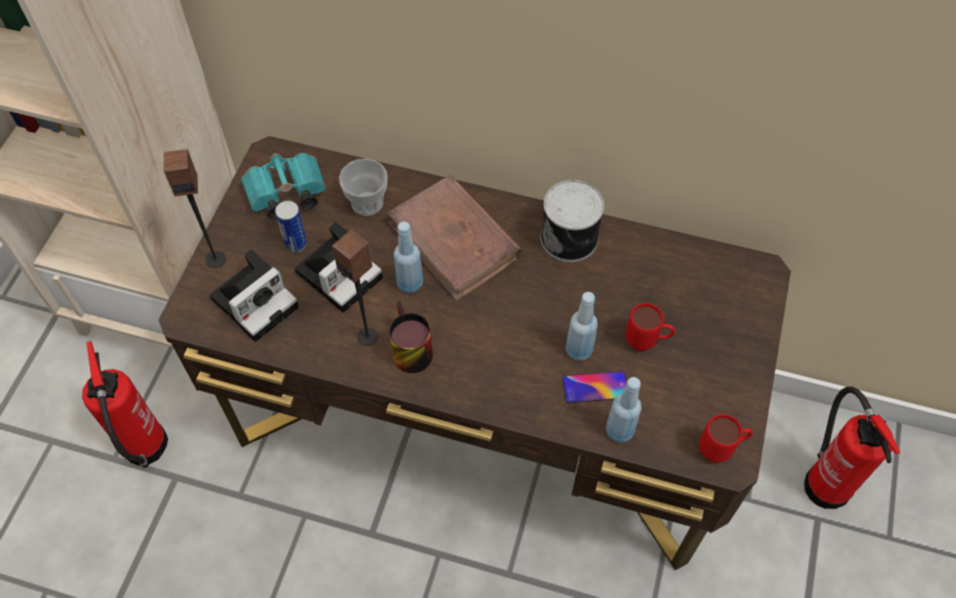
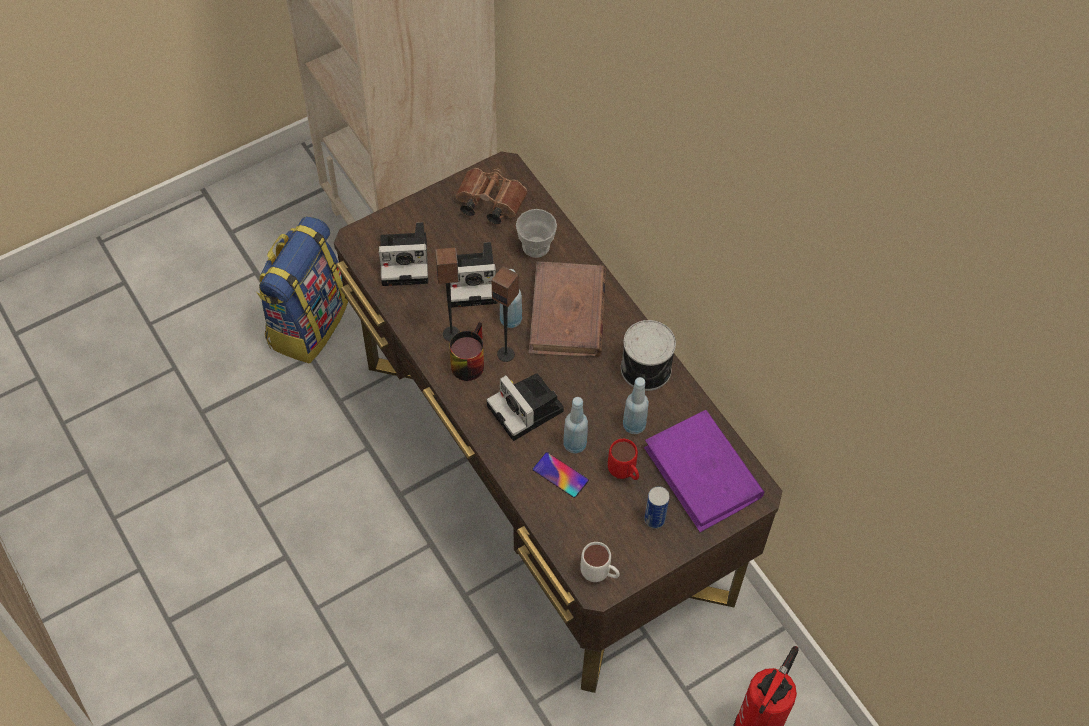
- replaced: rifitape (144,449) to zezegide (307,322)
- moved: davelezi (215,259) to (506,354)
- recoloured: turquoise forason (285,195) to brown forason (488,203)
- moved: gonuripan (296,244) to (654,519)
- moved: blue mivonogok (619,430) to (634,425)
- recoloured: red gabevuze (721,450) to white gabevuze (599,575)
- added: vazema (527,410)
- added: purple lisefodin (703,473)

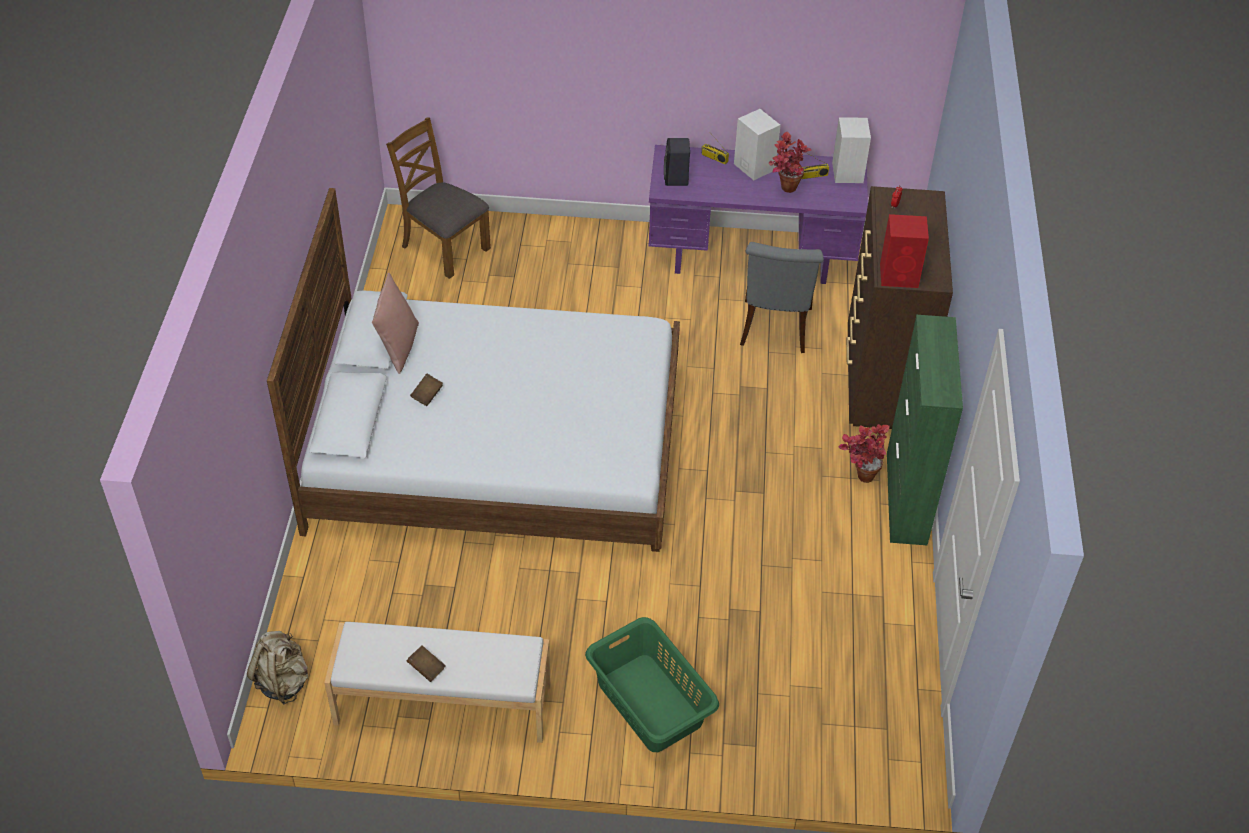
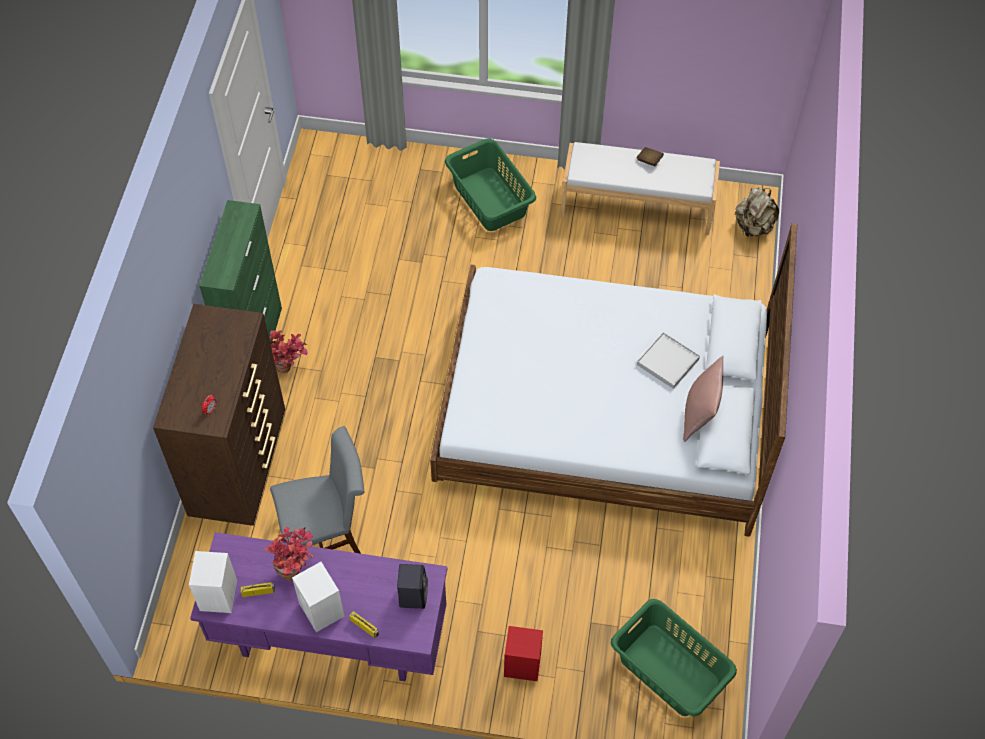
- replaced: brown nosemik (444,247) to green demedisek (669,671)
- replaced: brown lisefodin (427,395) to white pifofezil (668,362)
- turned: grey nosemik (775,330) = (326,534) 60 degrees clockwise
- moved: red davelezi (900,275) to (521,664)

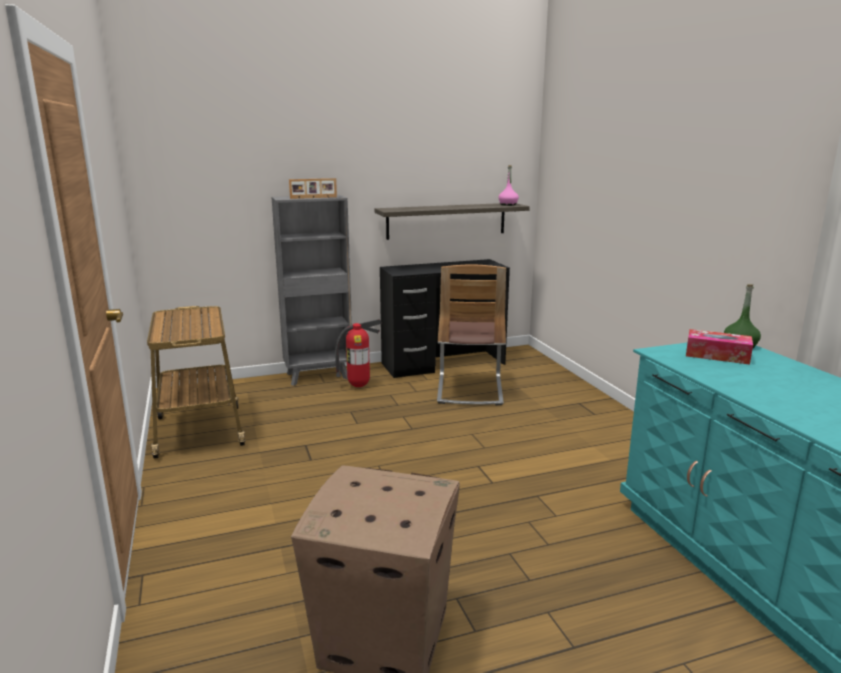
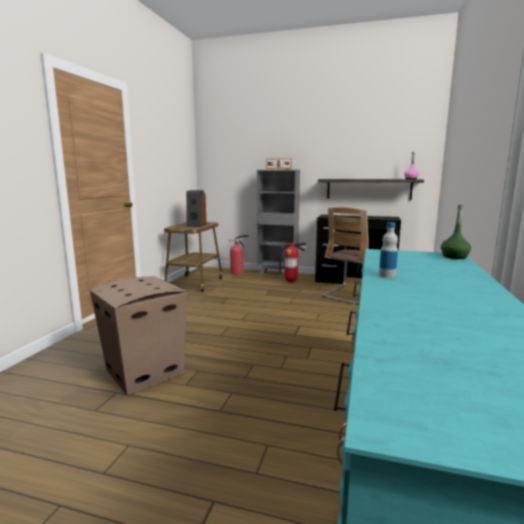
- removed: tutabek (717,355)
- added: davelezi (196,225)
- added: rifitape (238,273)
- added: mivonogok (387,275)

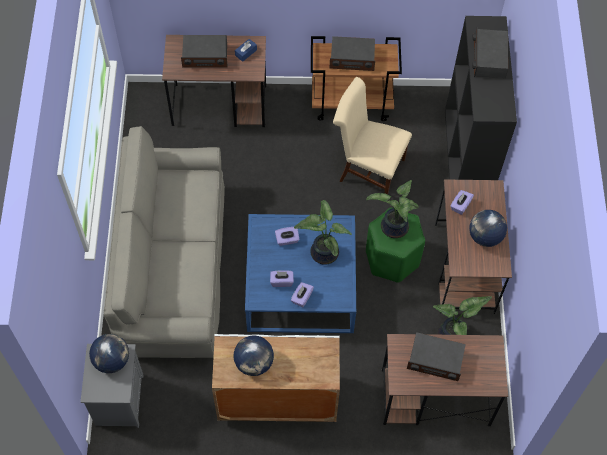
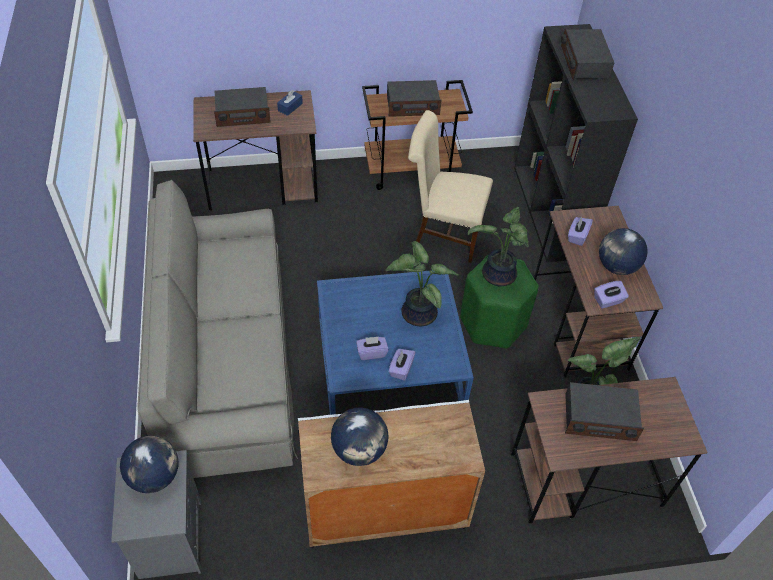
- moved: purple tutabek (287,240) to (608,301)

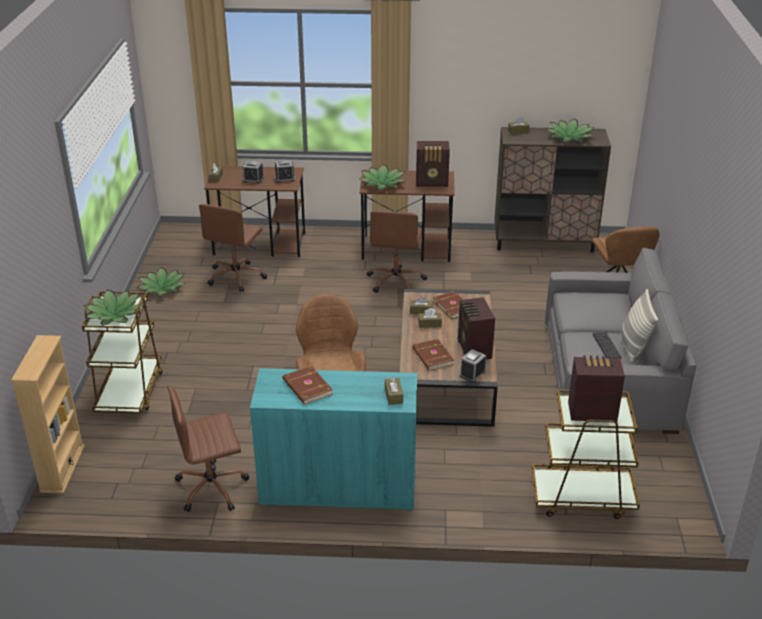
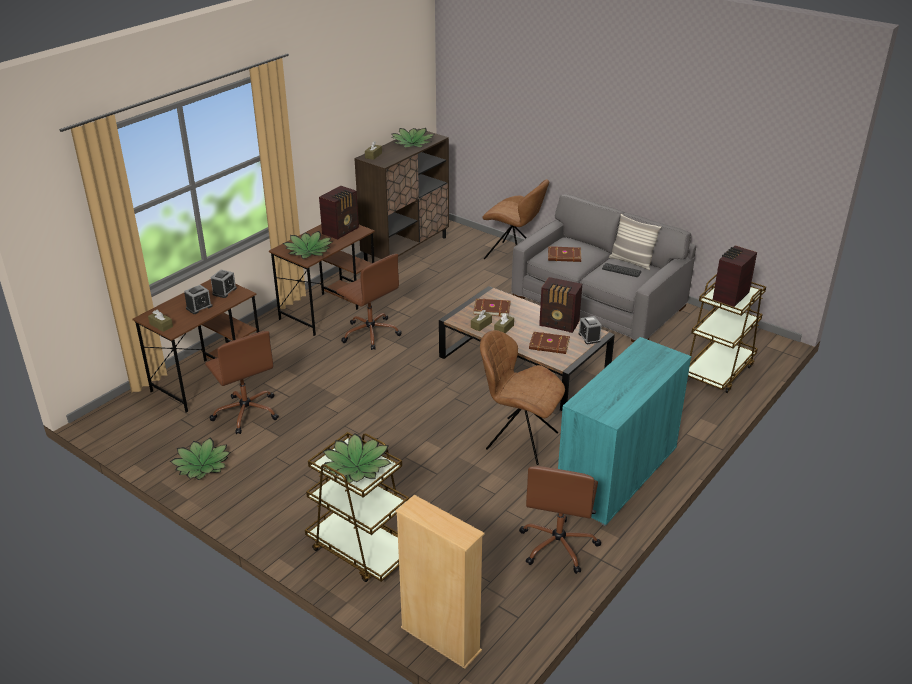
- moved: brown lisefodin (306,388) to (564,256)
- removed: brown tutabek (393,396)

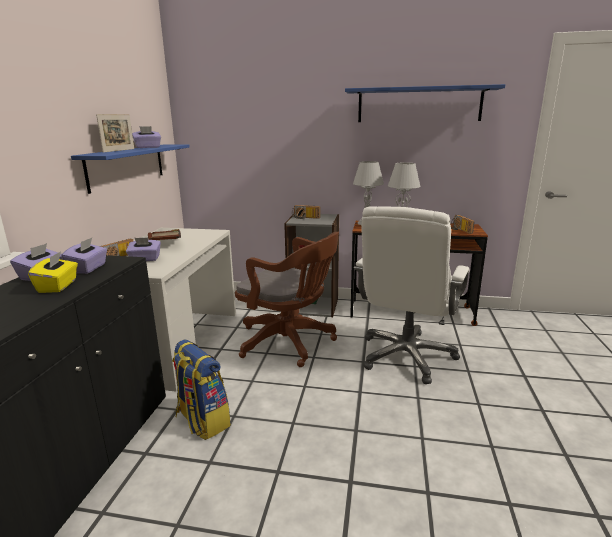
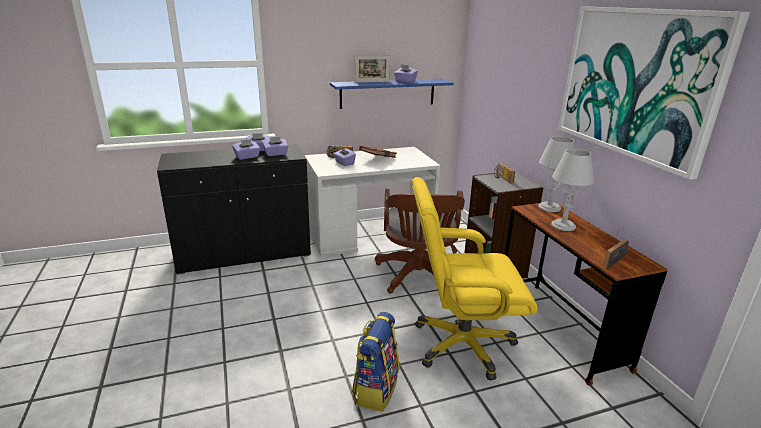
- recoloured: yellow tutabek (58,286) to purple tutabek (247,157)
- moved: zezegide (202,420) to (375,388)
- replaced: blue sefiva (419,105) to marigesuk (636,83)
- recoloured: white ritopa (406,356) to yellow ritopa (461,344)

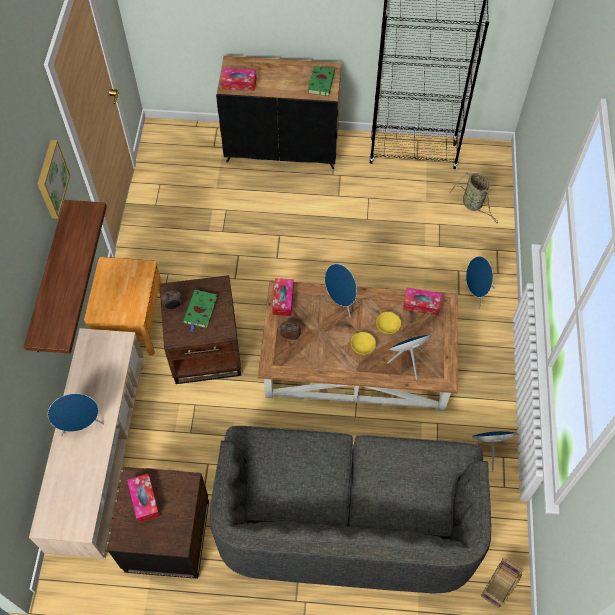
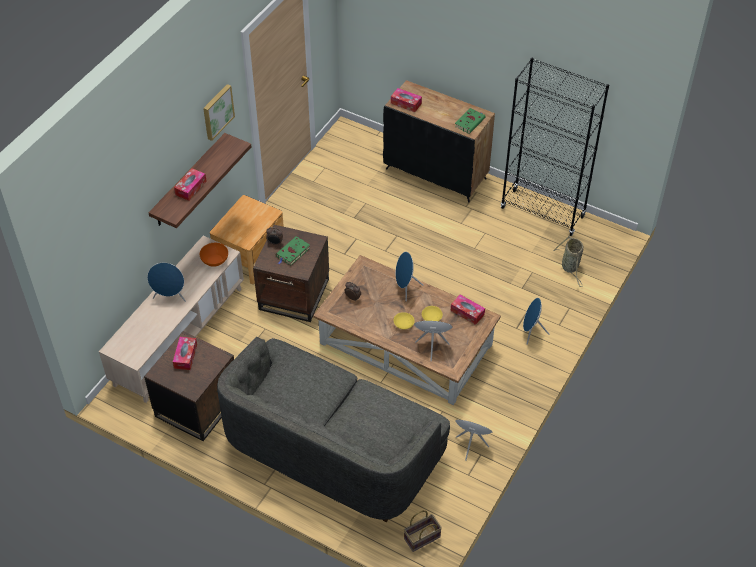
- moved: tutabek (283,300) to (191,188)
- added: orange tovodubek (214,260)

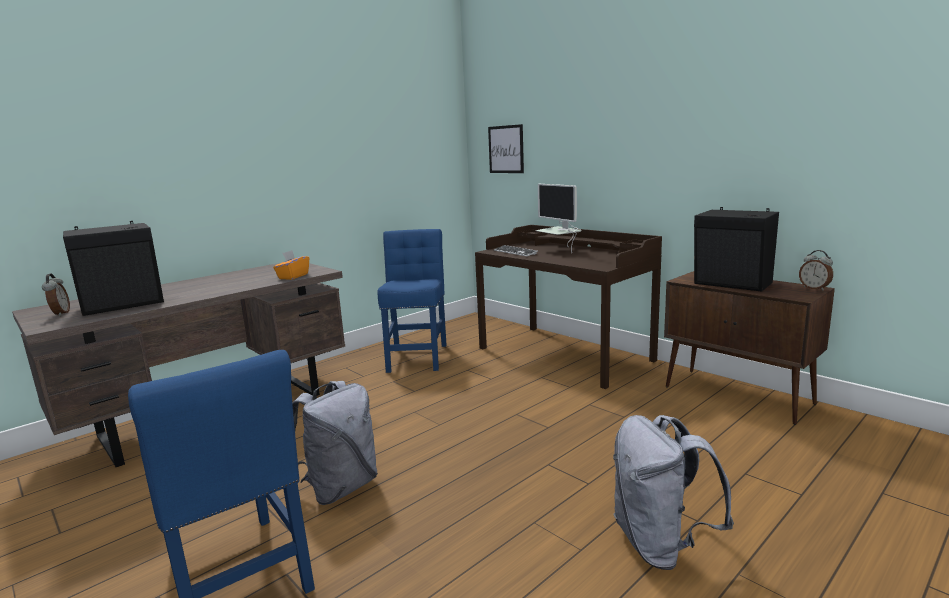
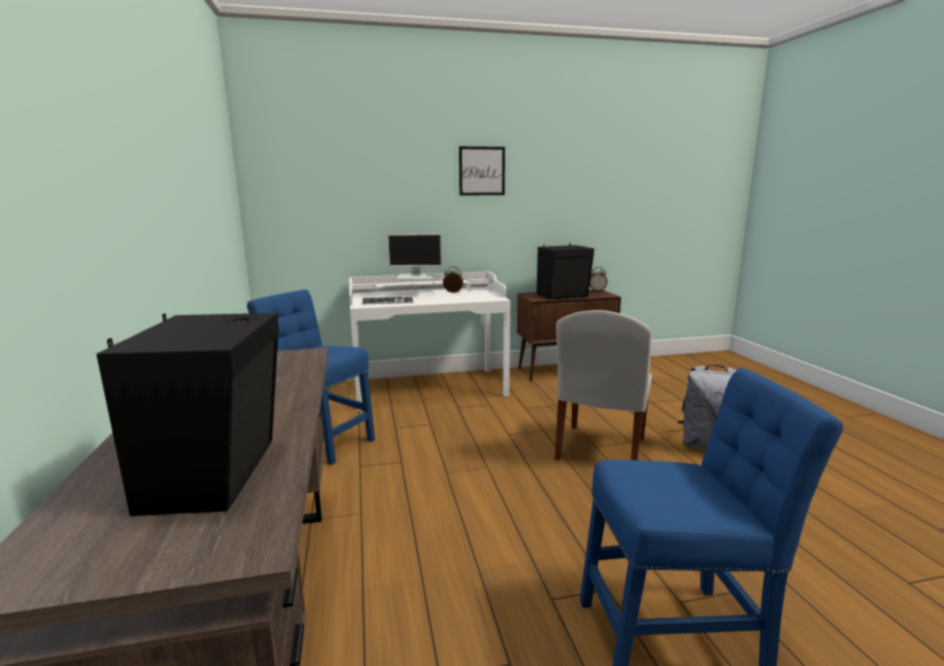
- moved: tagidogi (60,314) to (453,292)
- removed: orange tutabek (293,276)
- removed: grey zezegide (339,487)
- recoloured: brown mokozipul (564,354) to white mokozipul (429,388)
- moved: marigesuk (506,149) to (482,171)
- added: white nosemik (599,450)

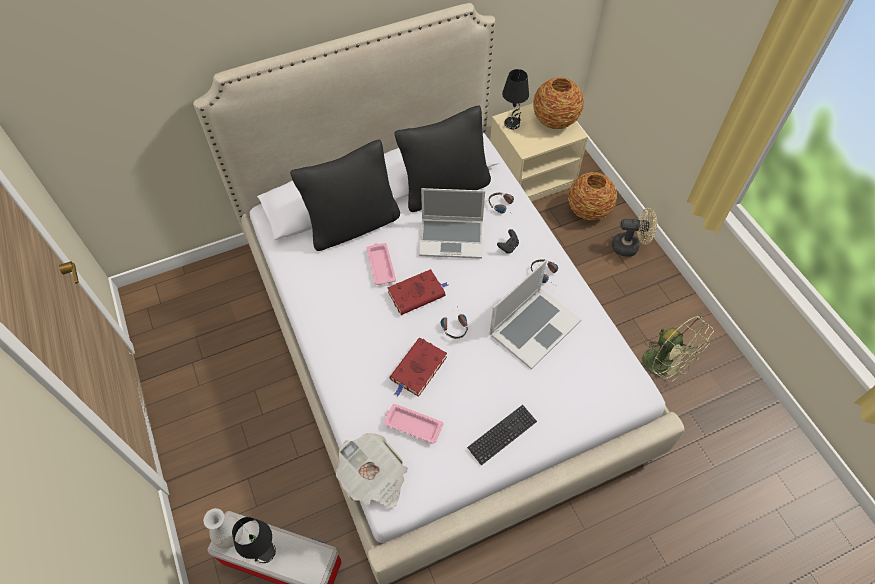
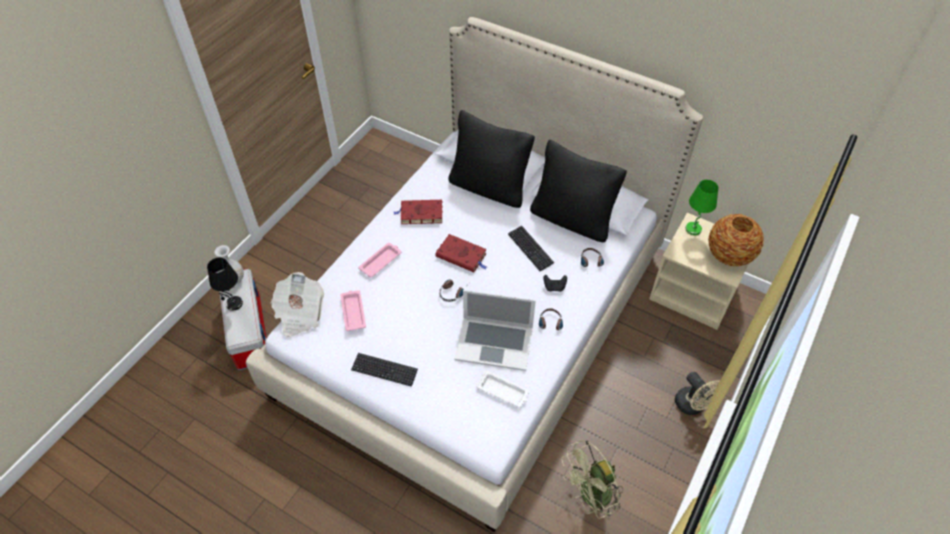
- moved: pink pifofezil (381,265) to (381,261)
- moved: red lisefodin (418,370) to (420,214)
- replaced: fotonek (452,238) to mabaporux (530,249)
- recoloured: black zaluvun (512,124) to green zaluvun (693,229)
- removed: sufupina (588,210)
- turned: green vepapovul (664,366) = (590,497) 45 degrees clockwise
- added: white pifofezil (503,391)

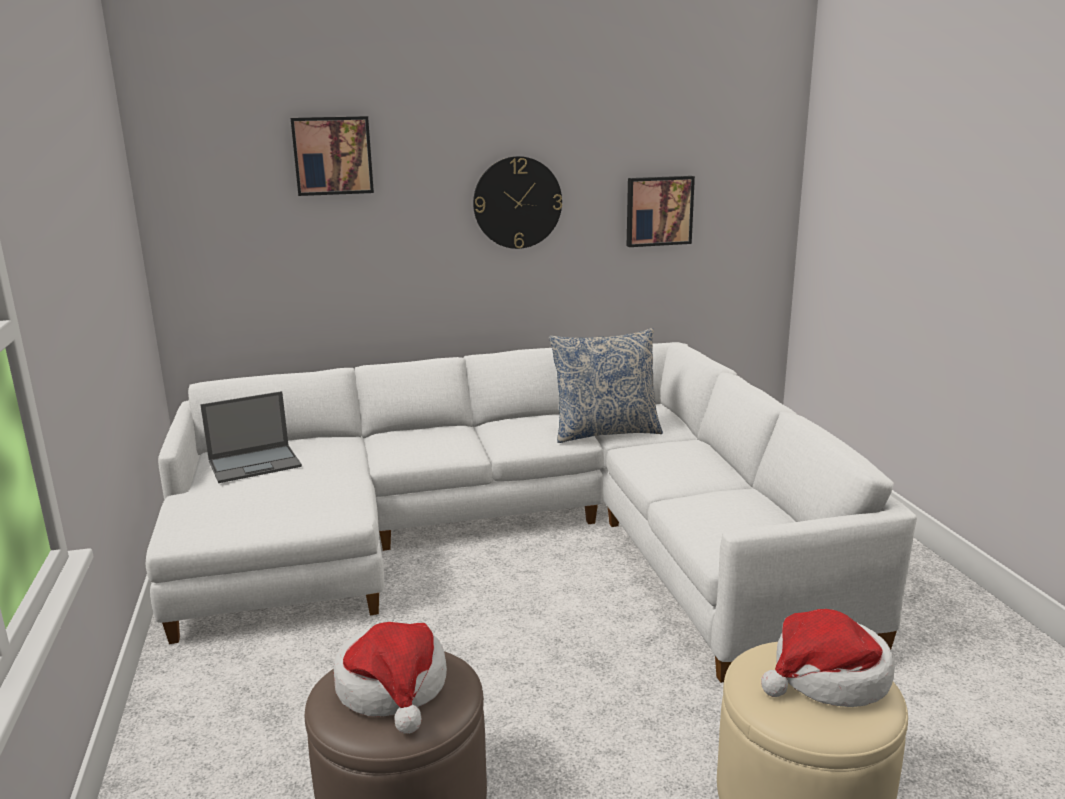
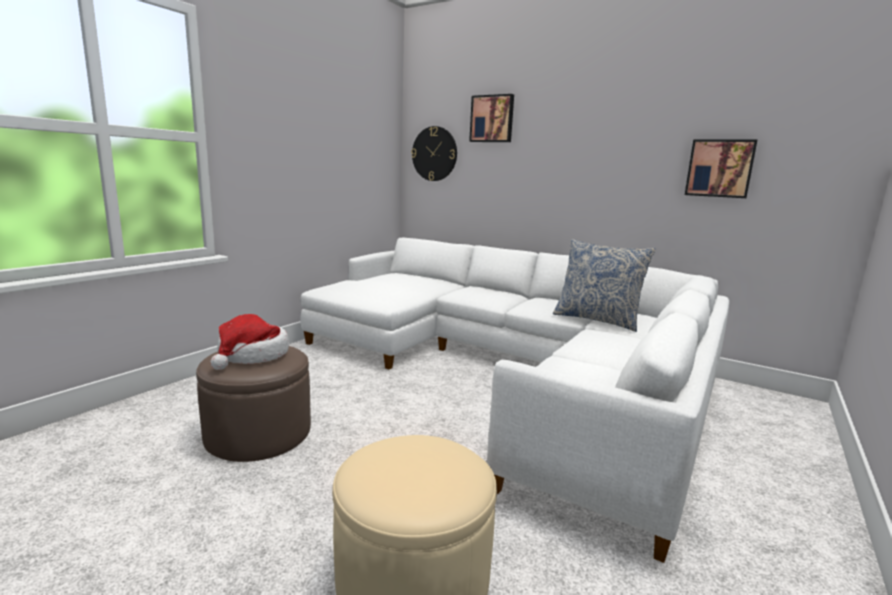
- removed: fotonek (256,463)
- moved: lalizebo (517,202) to (434,154)
- removed: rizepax (828,678)

